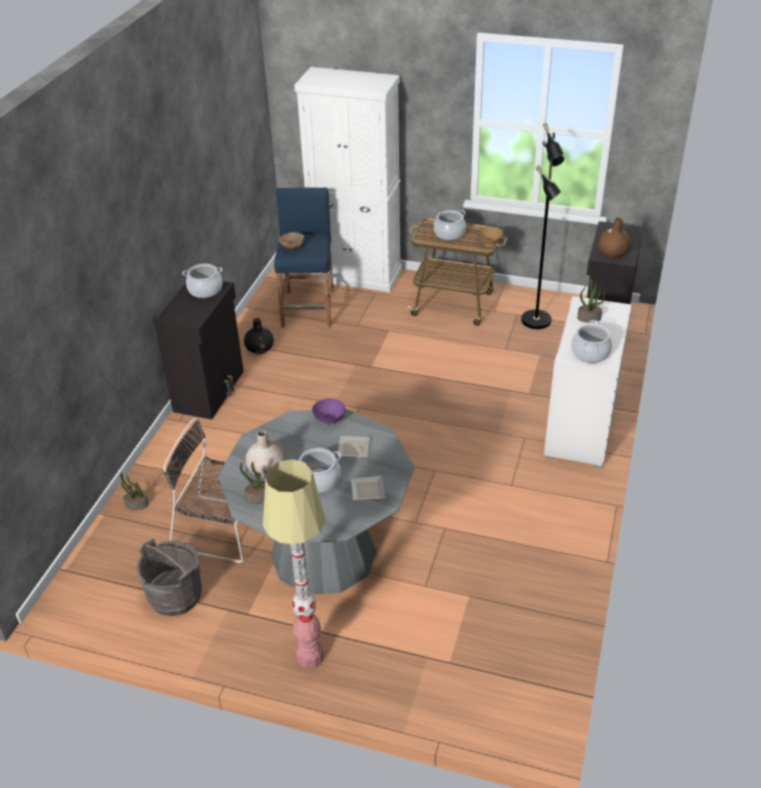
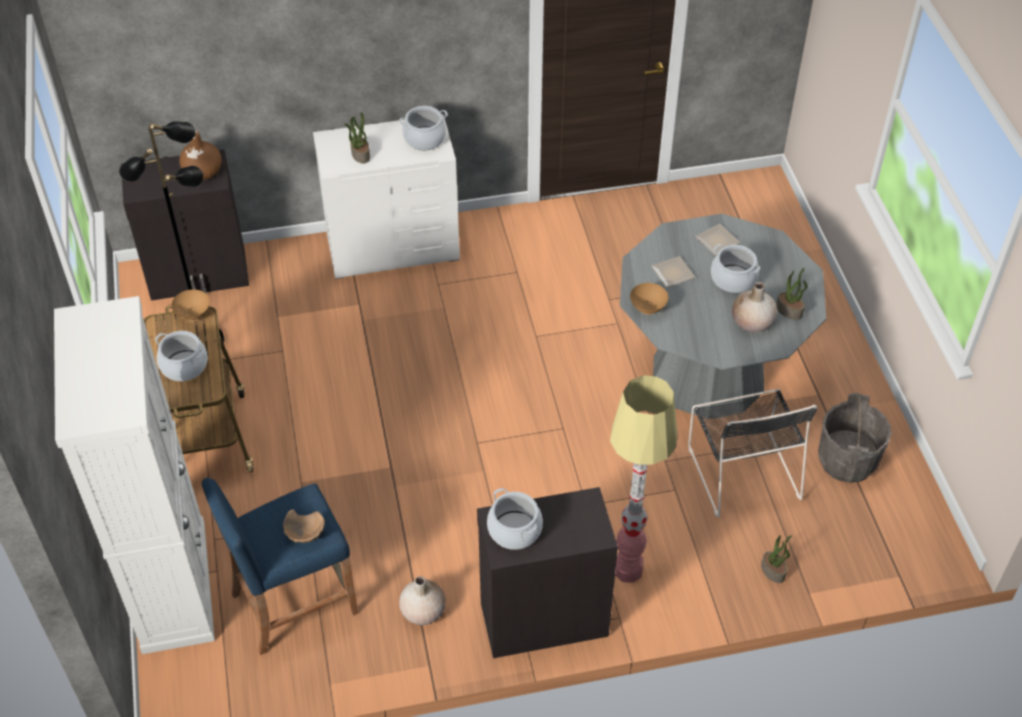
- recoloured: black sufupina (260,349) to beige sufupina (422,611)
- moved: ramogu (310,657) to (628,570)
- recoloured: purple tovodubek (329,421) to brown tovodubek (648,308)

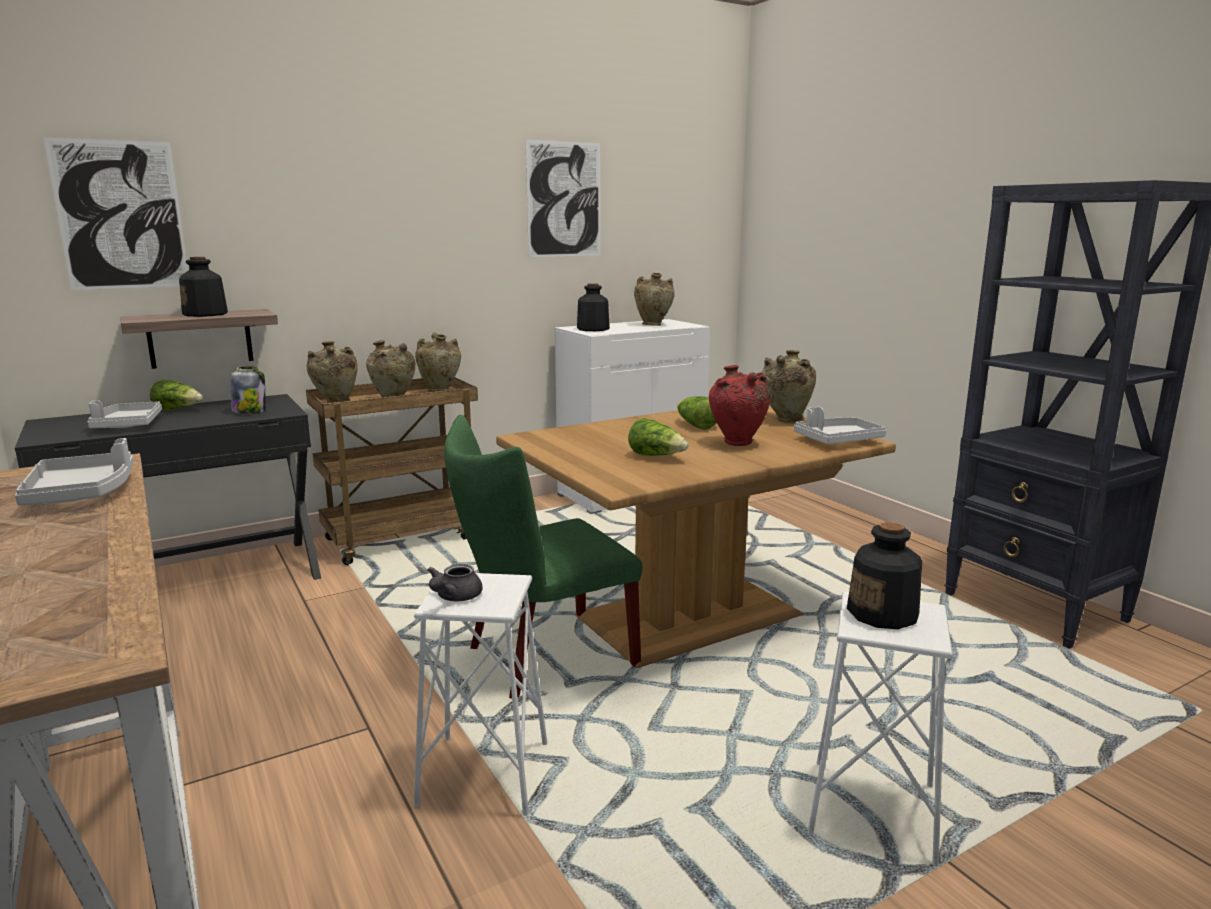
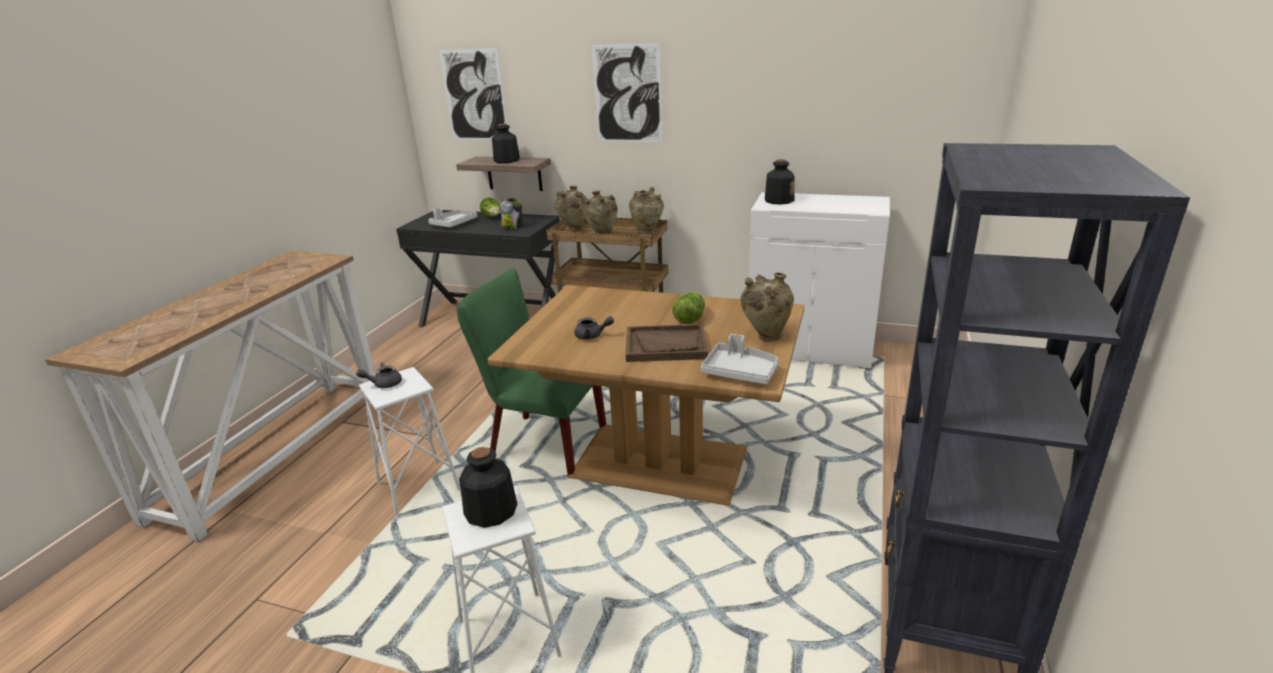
- removed: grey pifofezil (82,493)
- moved: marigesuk (564,200) to (627,94)
- replaced: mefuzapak (656,456) to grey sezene (592,336)
- removed: beige sufupina (653,325)
- replaced: red sufupina (737,444) to brown pifofezil (666,345)

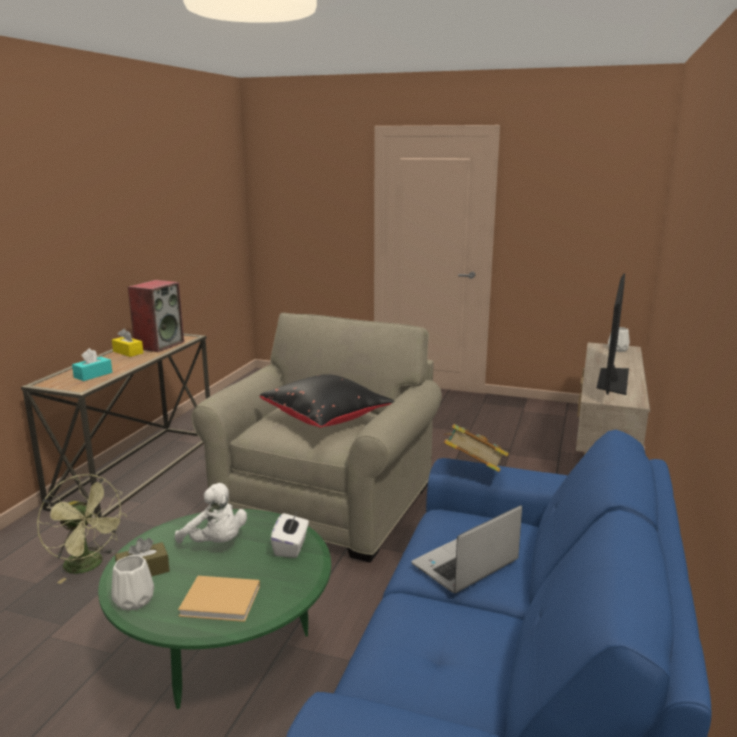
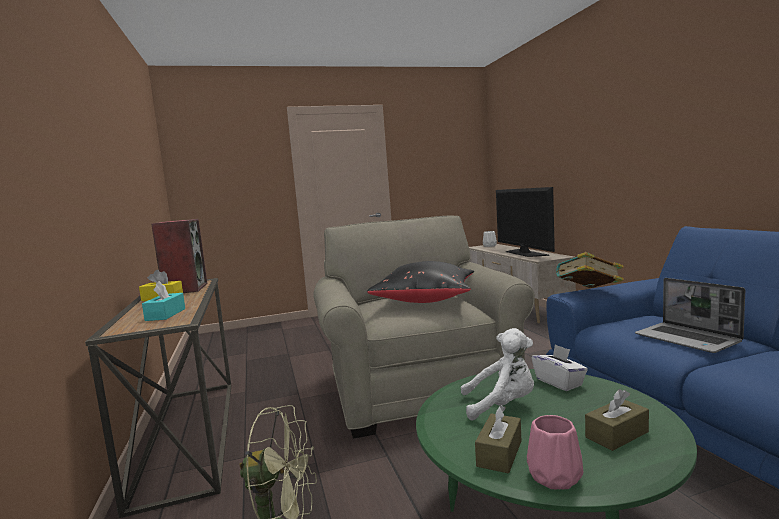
- recoloured: white sufupina (133,600) to pink sufupina (553,477)
- replaced: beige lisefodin (223,601) to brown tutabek (617,434)
- turned: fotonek (465,565) = (688,339) 45 degrees counterclockwise

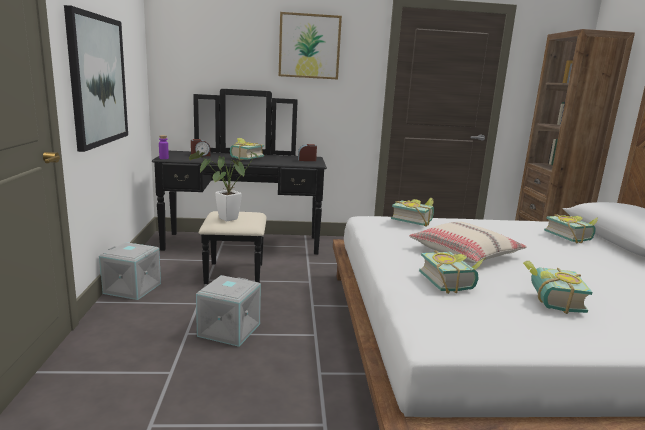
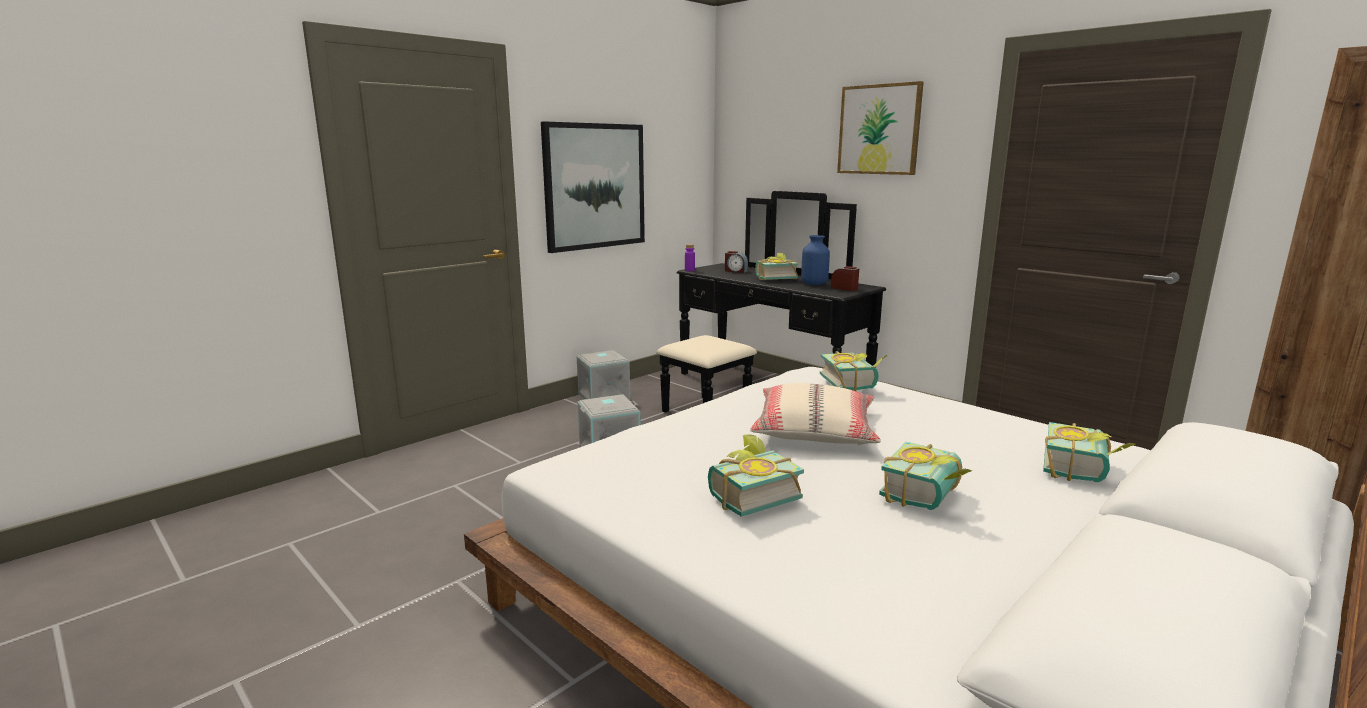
- removed: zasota (224,219)
- moved: lisefodin (451,282) to (928,496)
- added: blue sufupina (814,284)

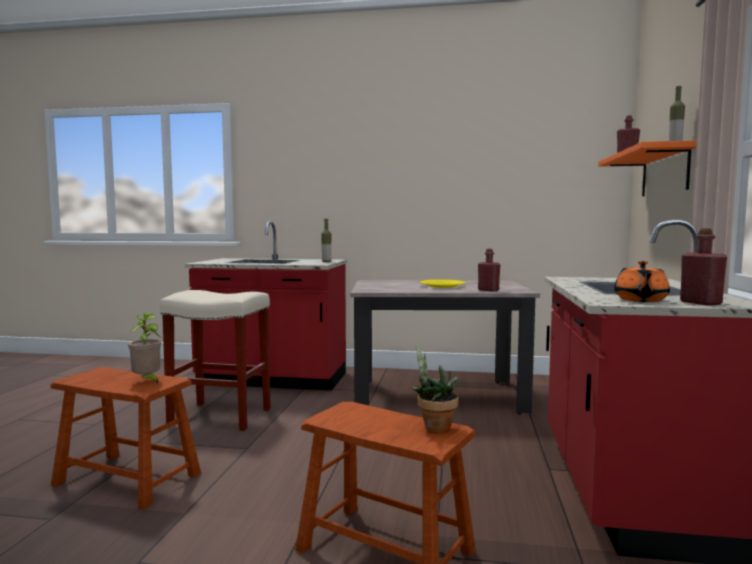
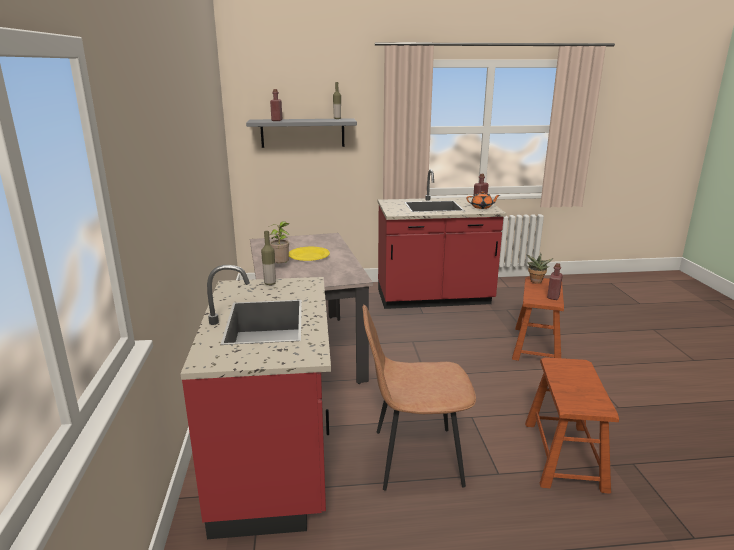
- moved: zasota (147,381) to (281,266)
- replaced: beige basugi (222,416) to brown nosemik (414,457)
- moved: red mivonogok (488,290) to (553,297)
- recoloured: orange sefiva (664,172) to grey sefiva (302,133)

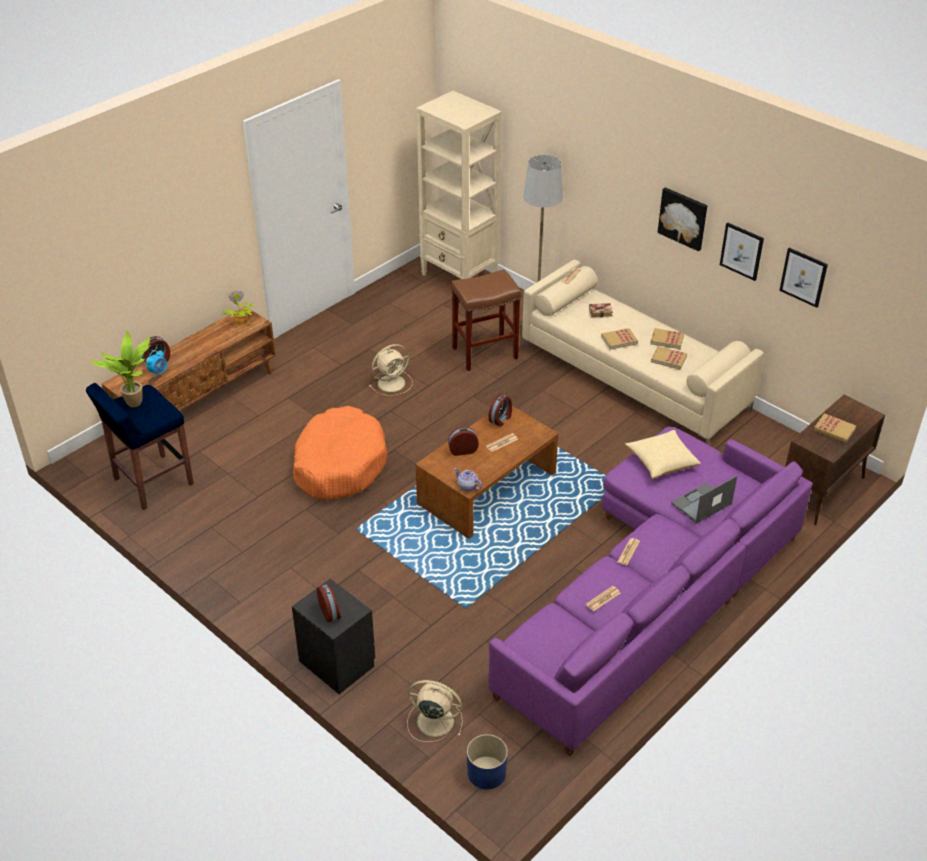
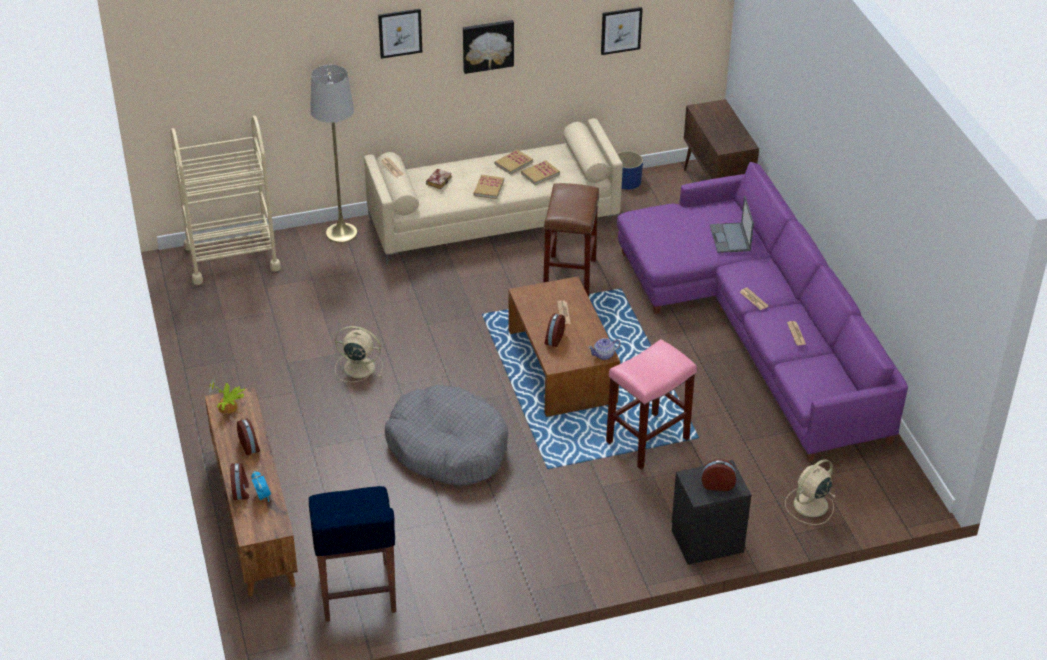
- removed: zasota (136,404)
- recoloured: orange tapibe (339,464) to grey tapibe (447,447)
- turned: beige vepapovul (392,383) = (357,367) 75 degrees counterclockwise
- replaced: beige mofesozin (459,277) to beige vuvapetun (232,258)
- moved: brown basugi (485,352) to (569,275)
- moved: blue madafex (487,772) to (627,181)
- moved: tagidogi (501,419) to (250,446)
- removed: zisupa (661,462)
- moved: marigesuk (741,251) to (400,33)
- removed: lisefodin (834,429)
- added: pink basugi (648,439)

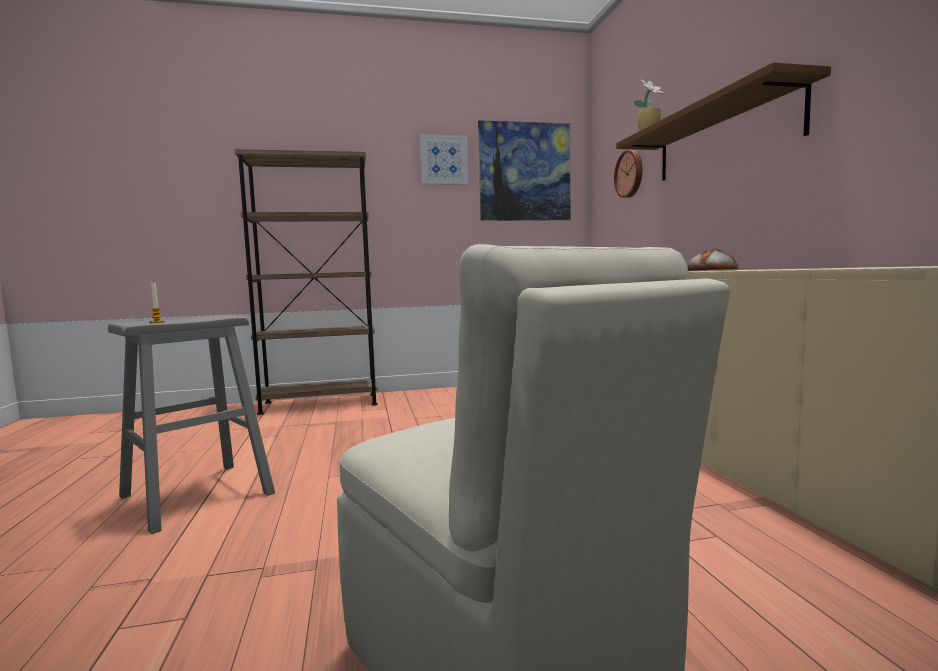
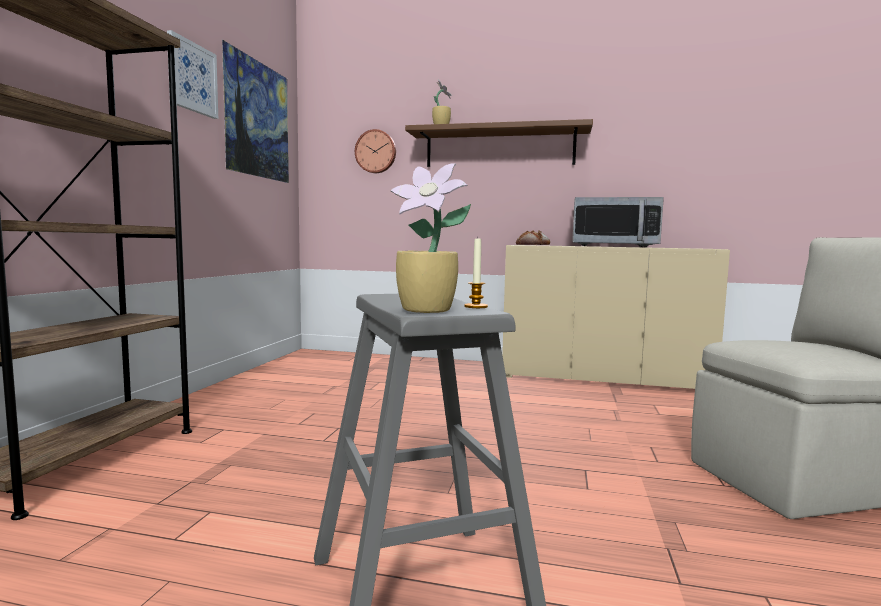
- added: zasota (428,310)
- added: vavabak (613,246)

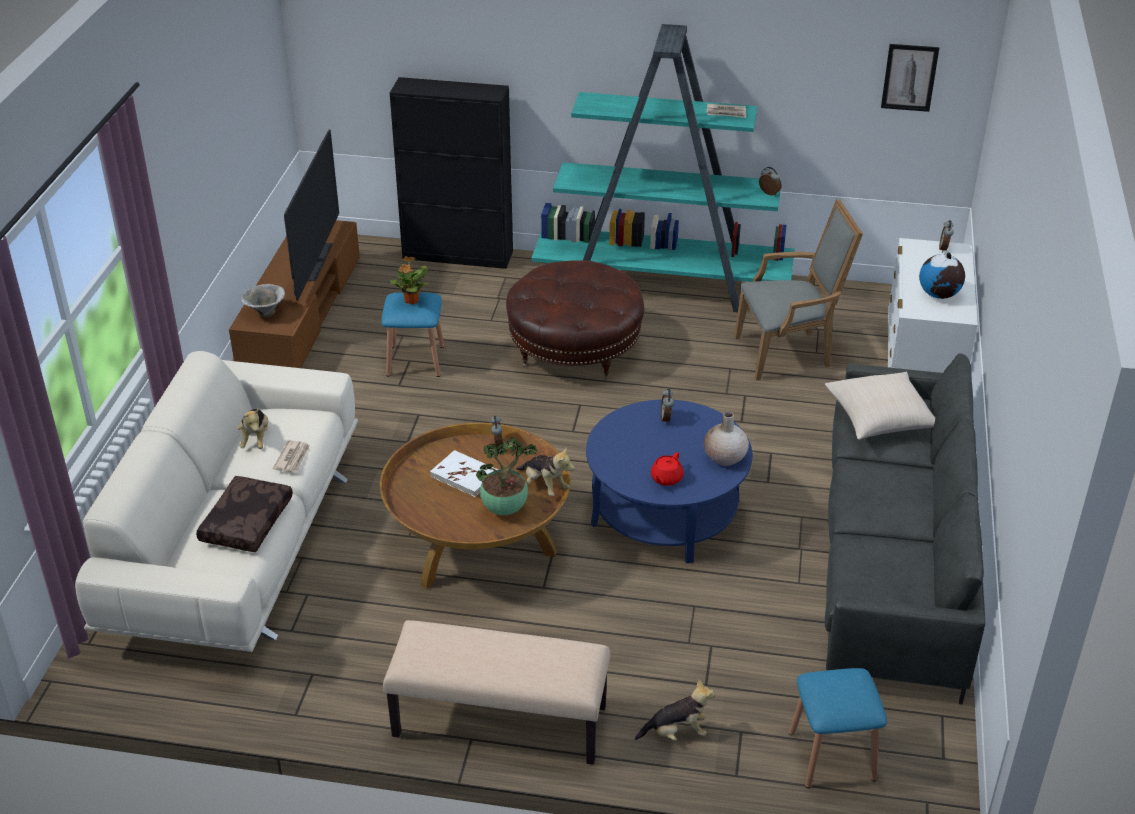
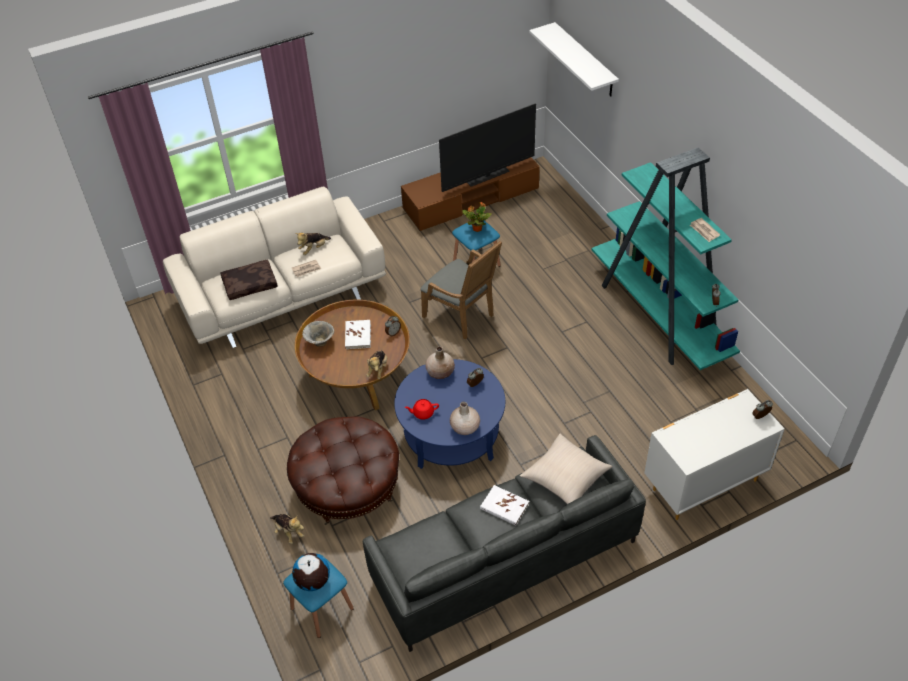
- moved: tovodubek (265,313) to (319,342)
- removed: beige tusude (499,722)
- removed: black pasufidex (458,255)
- removed: zasota (506,509)
- moved: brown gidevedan (575,348) to (348,486)
- moved: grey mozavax (789,352) to (462,317)
- removed: marigesuk (909,77)
- moved: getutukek (939,295) to (313,581)
- added: beige sufupina (440,372)
- added: white lisefodin (504,506)
- added: white sefiva (585,60)

